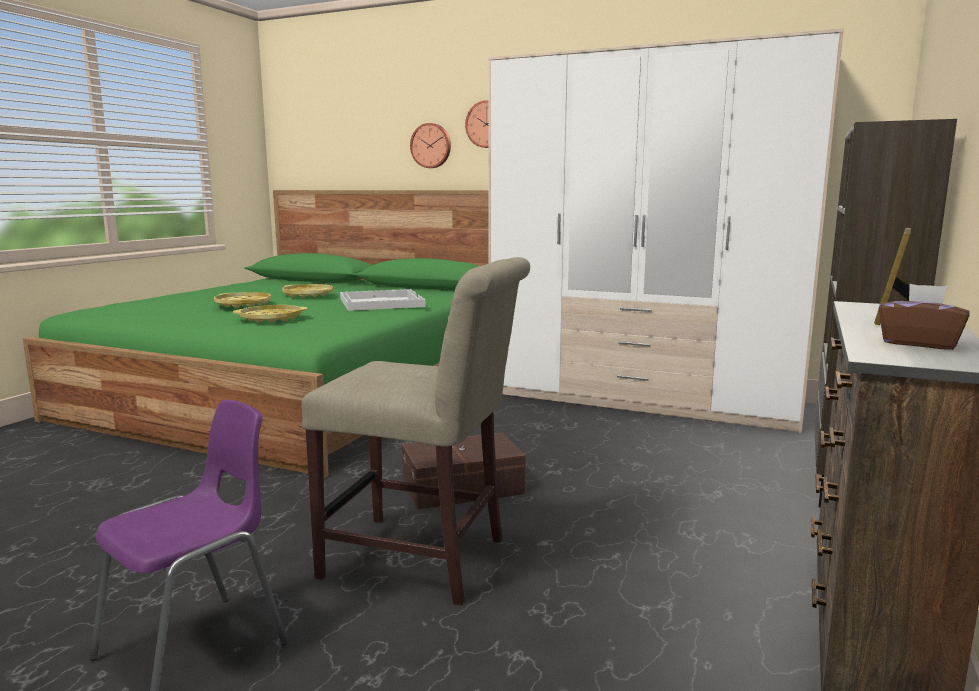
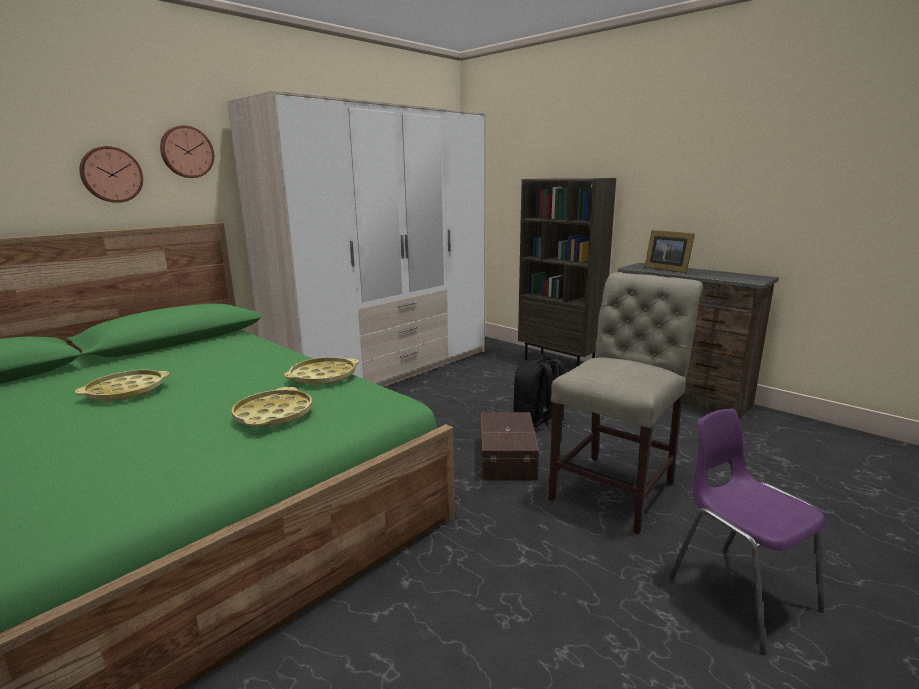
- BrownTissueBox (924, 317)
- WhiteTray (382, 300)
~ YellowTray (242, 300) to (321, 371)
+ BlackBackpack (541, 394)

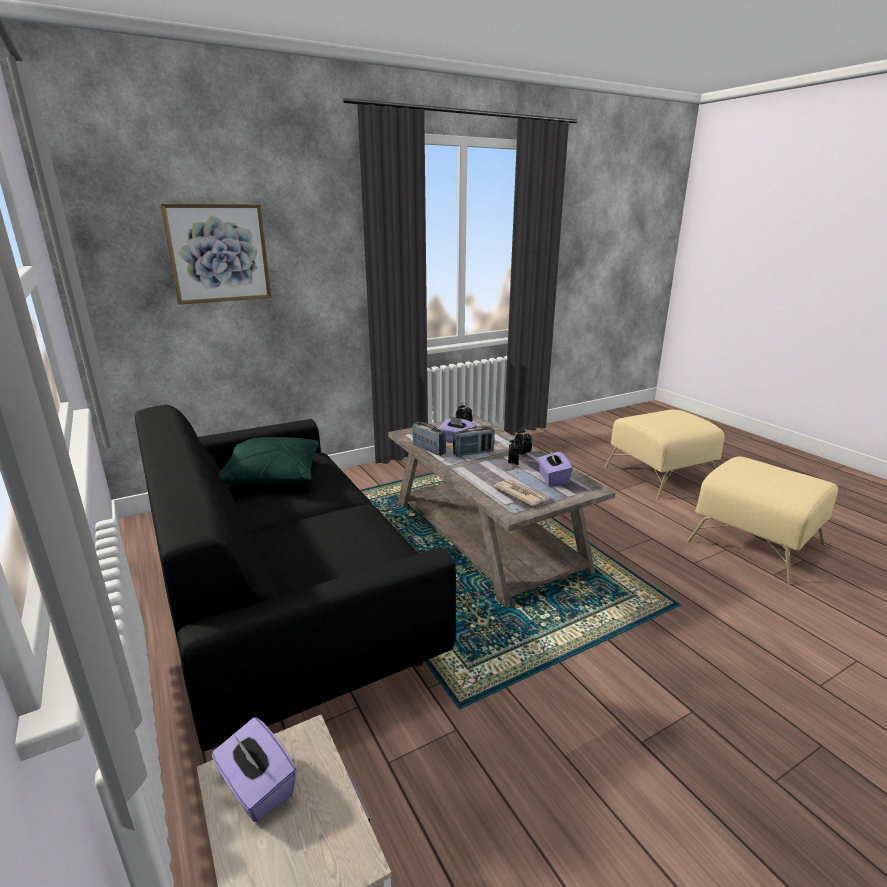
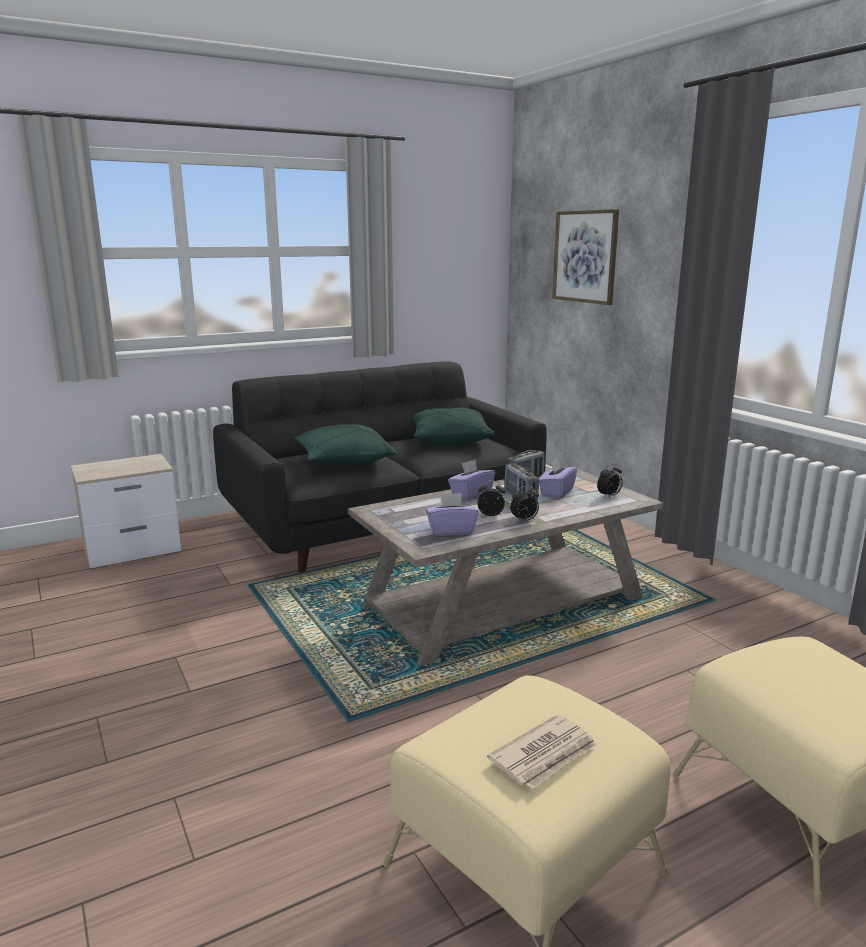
~ Newspaper (521, 492) to (542, 751)
~ PurpleTissueBox (254, 769) to (471, 479)
+ GreenPillow (345, 444)

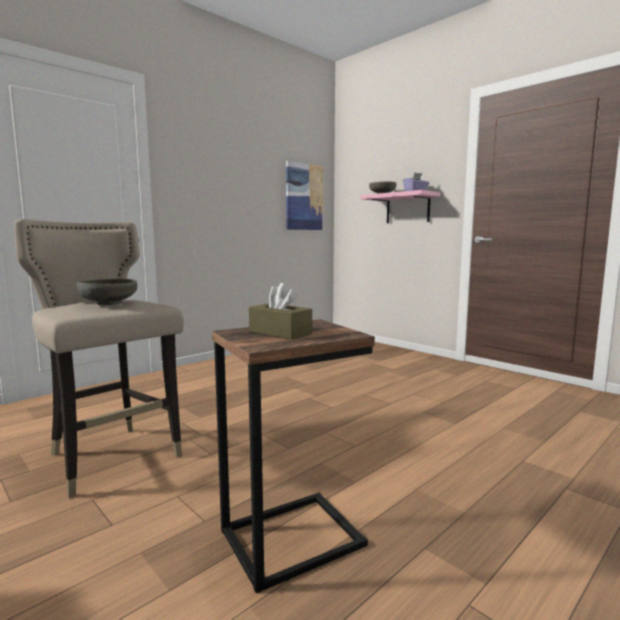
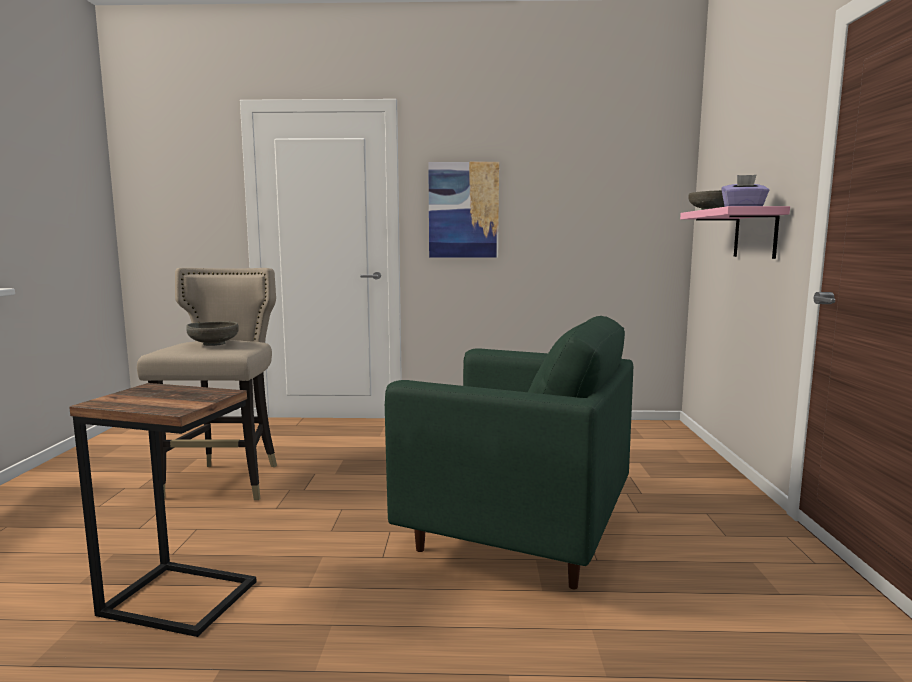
~ Picture (304, 195) to (463, 210)
- BrownTissueBox (280, 311)
+ GreenArmchair (509, 452)

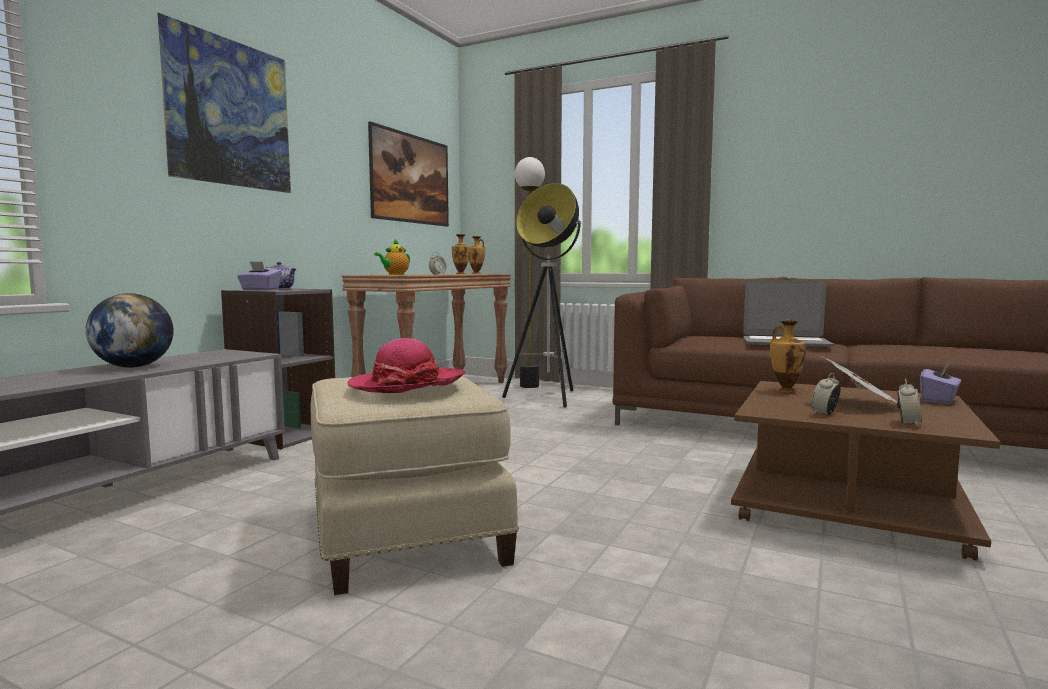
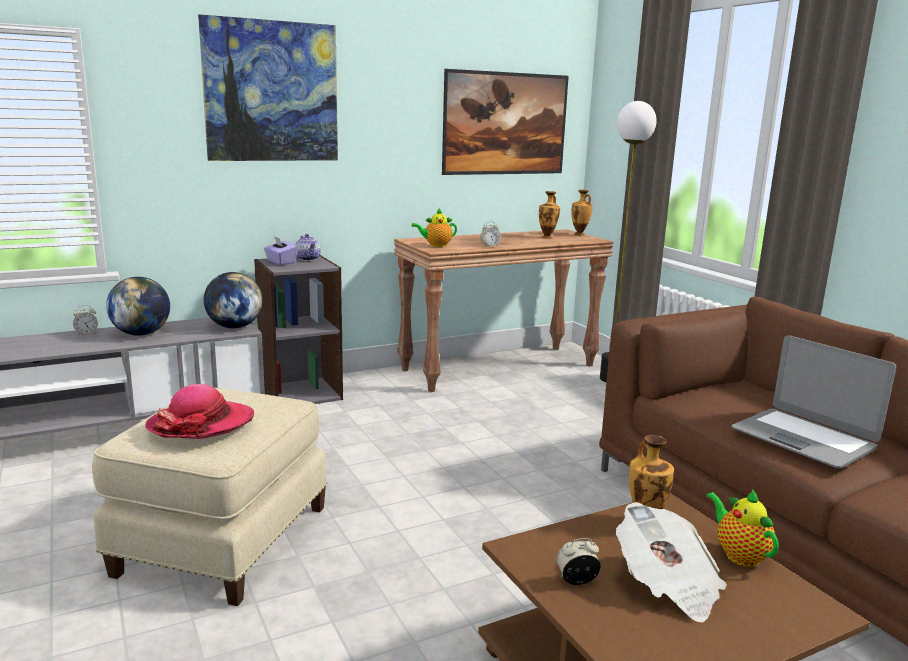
- FloorLamp (541, 295)
- PurpleTissueBox (940, 383)
~ AlarmClock (909, 402) to (85, 320)
+ Globe (233, 300)
+ Teapot (742, 528)

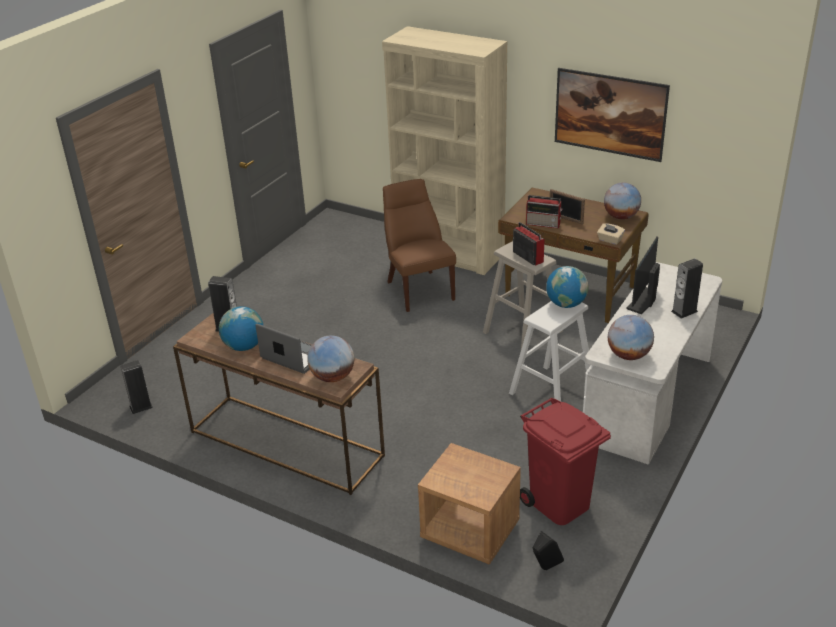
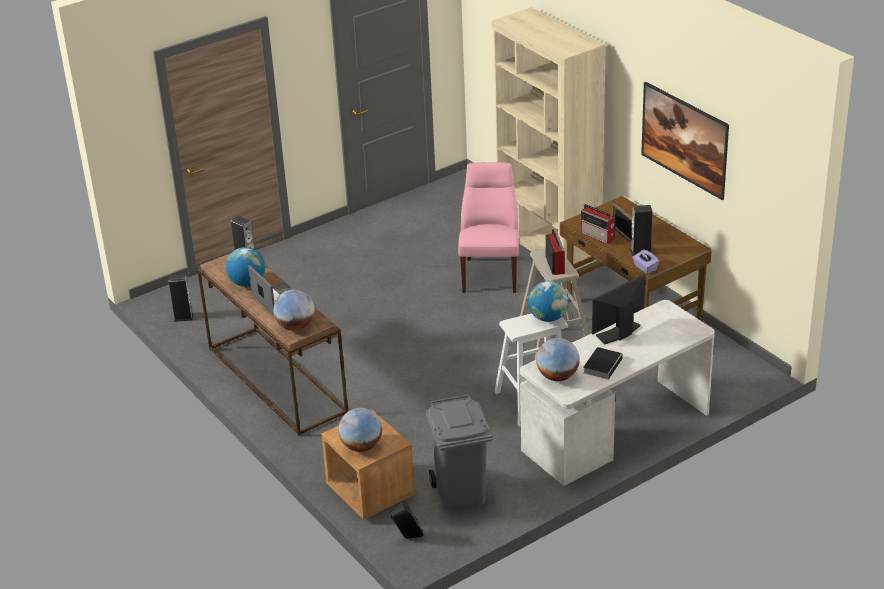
~ BrownChair (419, 245) to PinkChair (488, 227)
~ Globe (622, 200) to (360, 430)
~ BeigeTissueBox (611, 234) to PurpleTissueBox (645, 262)
~ Speaker (687, 288) to (641, 230)
~ RedTrashCan (565, 461) to GreyTrashCan (459, 452)
+ Book (603, 363)

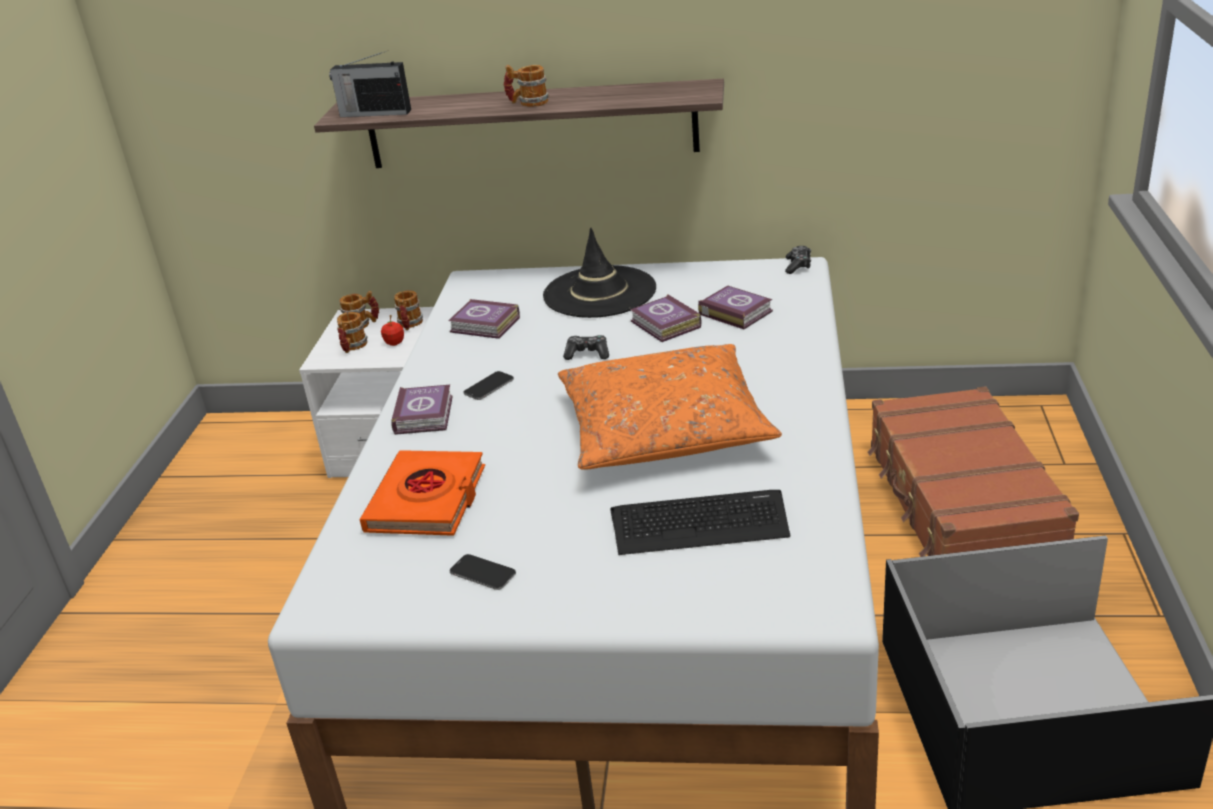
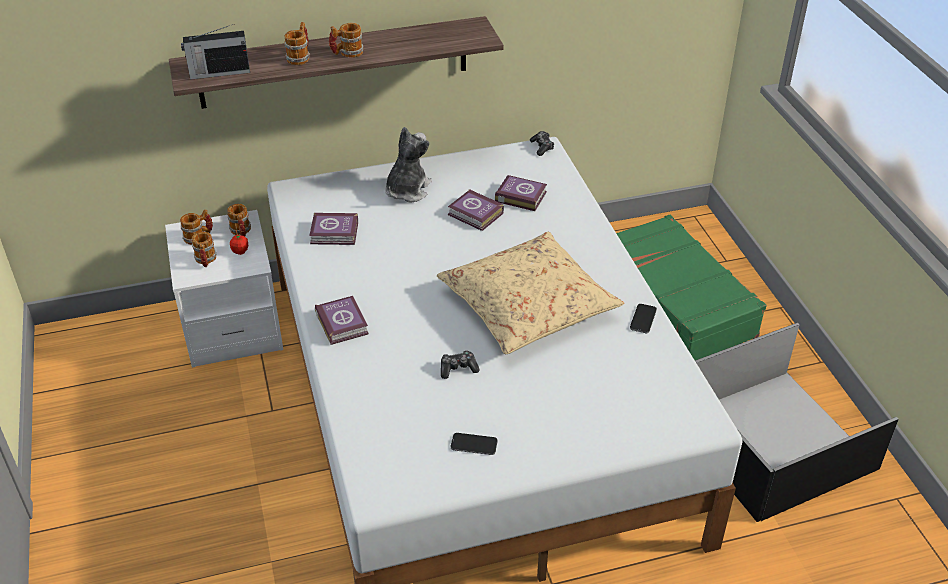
~ BlackHat (599, 273) to PlushToy (408, 165)
~ GameController (586, 347) to (460, 364)
~ OrangePillow (670, 407) to BeigePillow (530, 293)
~ Phone (488, 385) to (643, 318)
~ BrownSuitcase (973, 472) to GreenSuitcase (691, 287)
- OrangeBook (422, 493)
- Keyboard (700, 522)
+ Mug (297, 43)

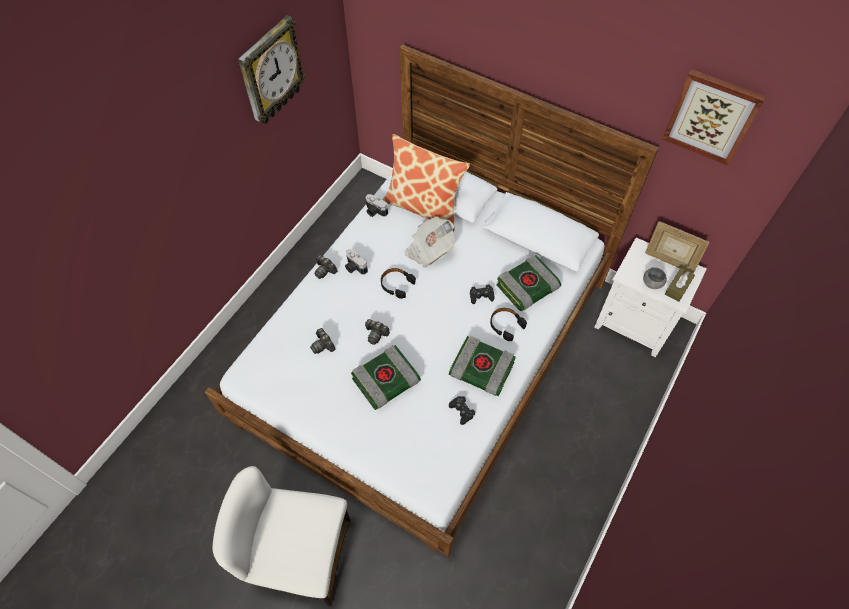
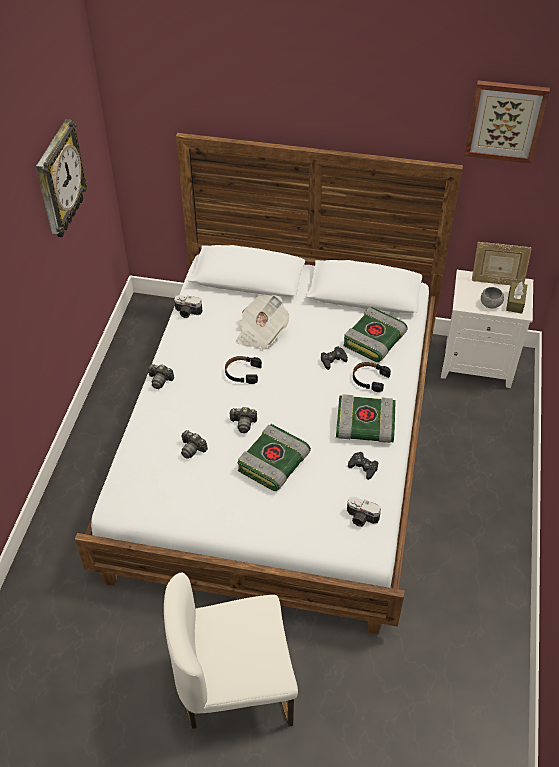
- Pillow (426, 183)
~ PhotoCamera (356, 262) to (364, 512)

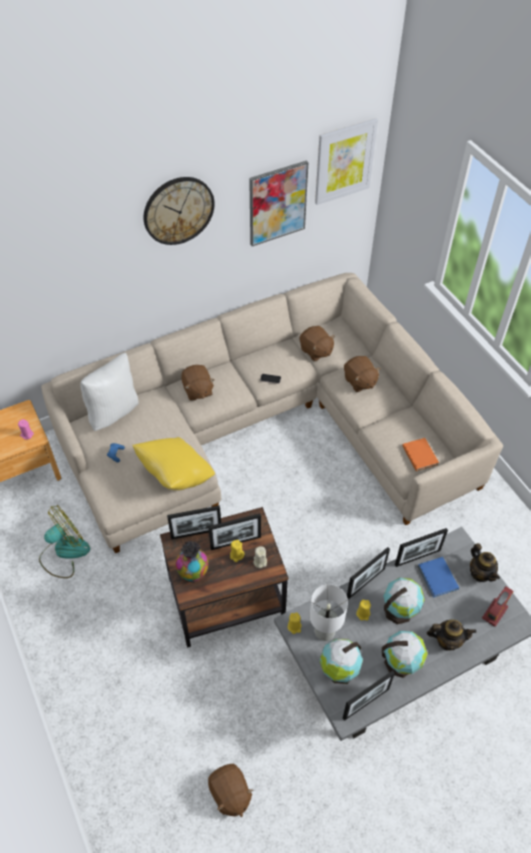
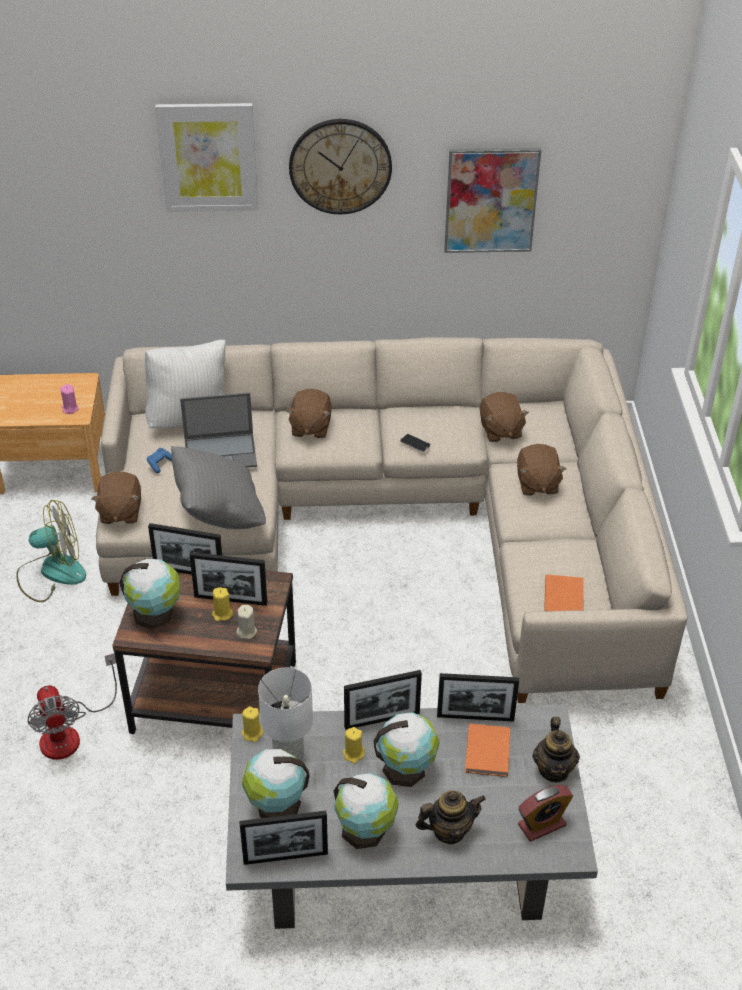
~ Picture (346, 161) to (206, 157)
~ YellowPillow (173, 464) to GreyPillow (218, 487)
~ Vase (192, 561) to Globe (149, 594)
~ BlueBook (438, 577) to OrangeBook (487, 750)
~ Teapot (451, 635) = (451, 817) 45 degrees counterclockwise
~ BrownPlushToy (230, 790) to (116, 497)
+ Laptop (218, 430)
+ Fan (72, 706)

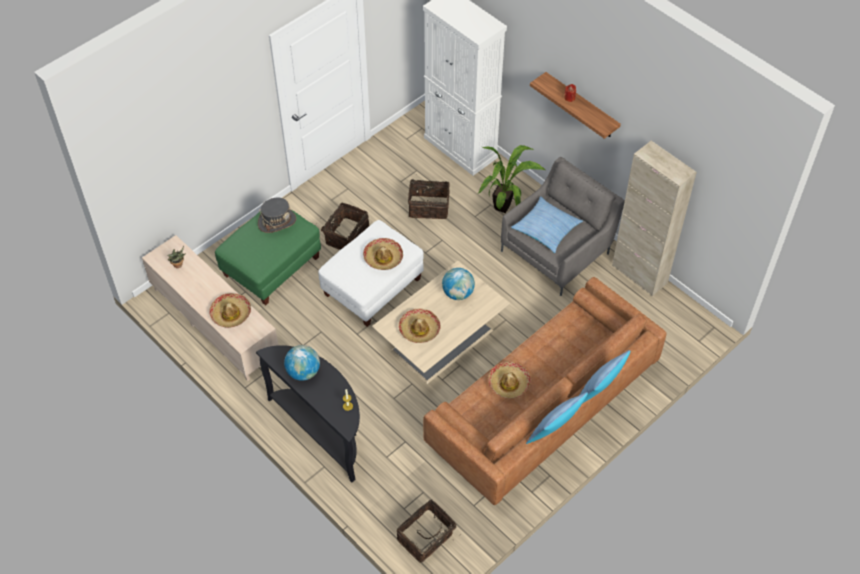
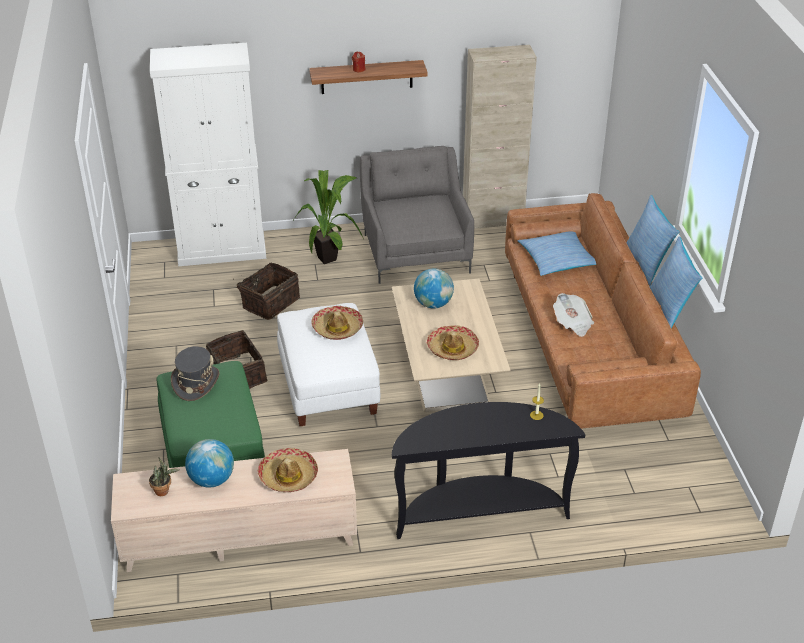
~ Pillow (547, 224) to (557, 253)
~ Globe (302, 363) to (209, 463)
~ Hat (509, 380) to Newspaper (573, 315)
- Basket (428, 531)

